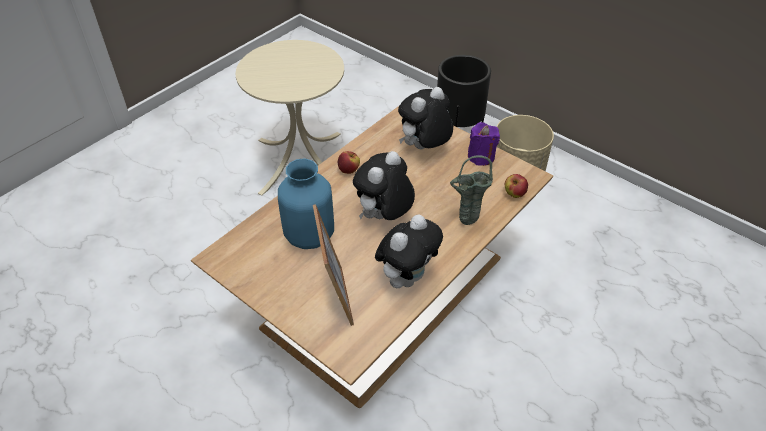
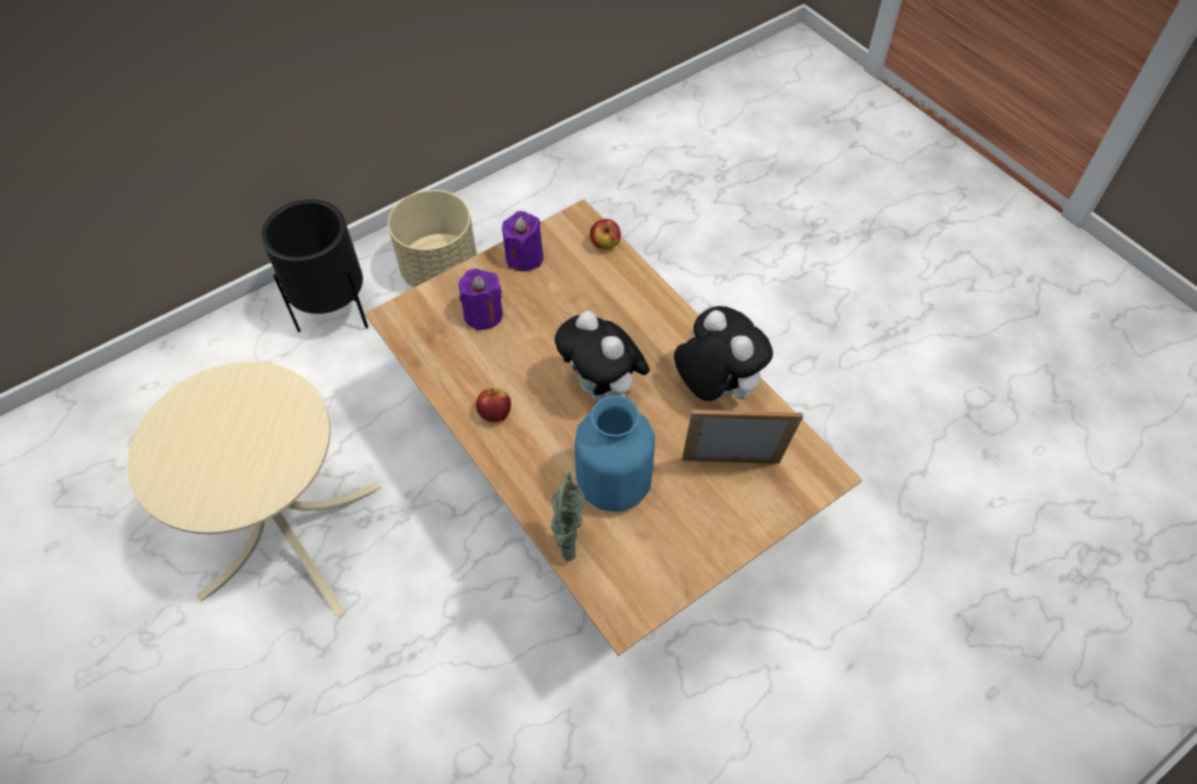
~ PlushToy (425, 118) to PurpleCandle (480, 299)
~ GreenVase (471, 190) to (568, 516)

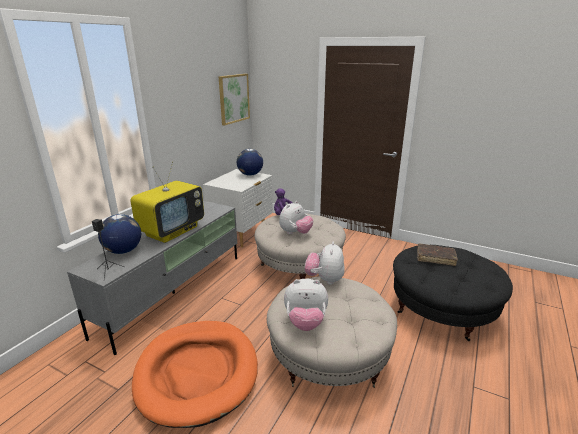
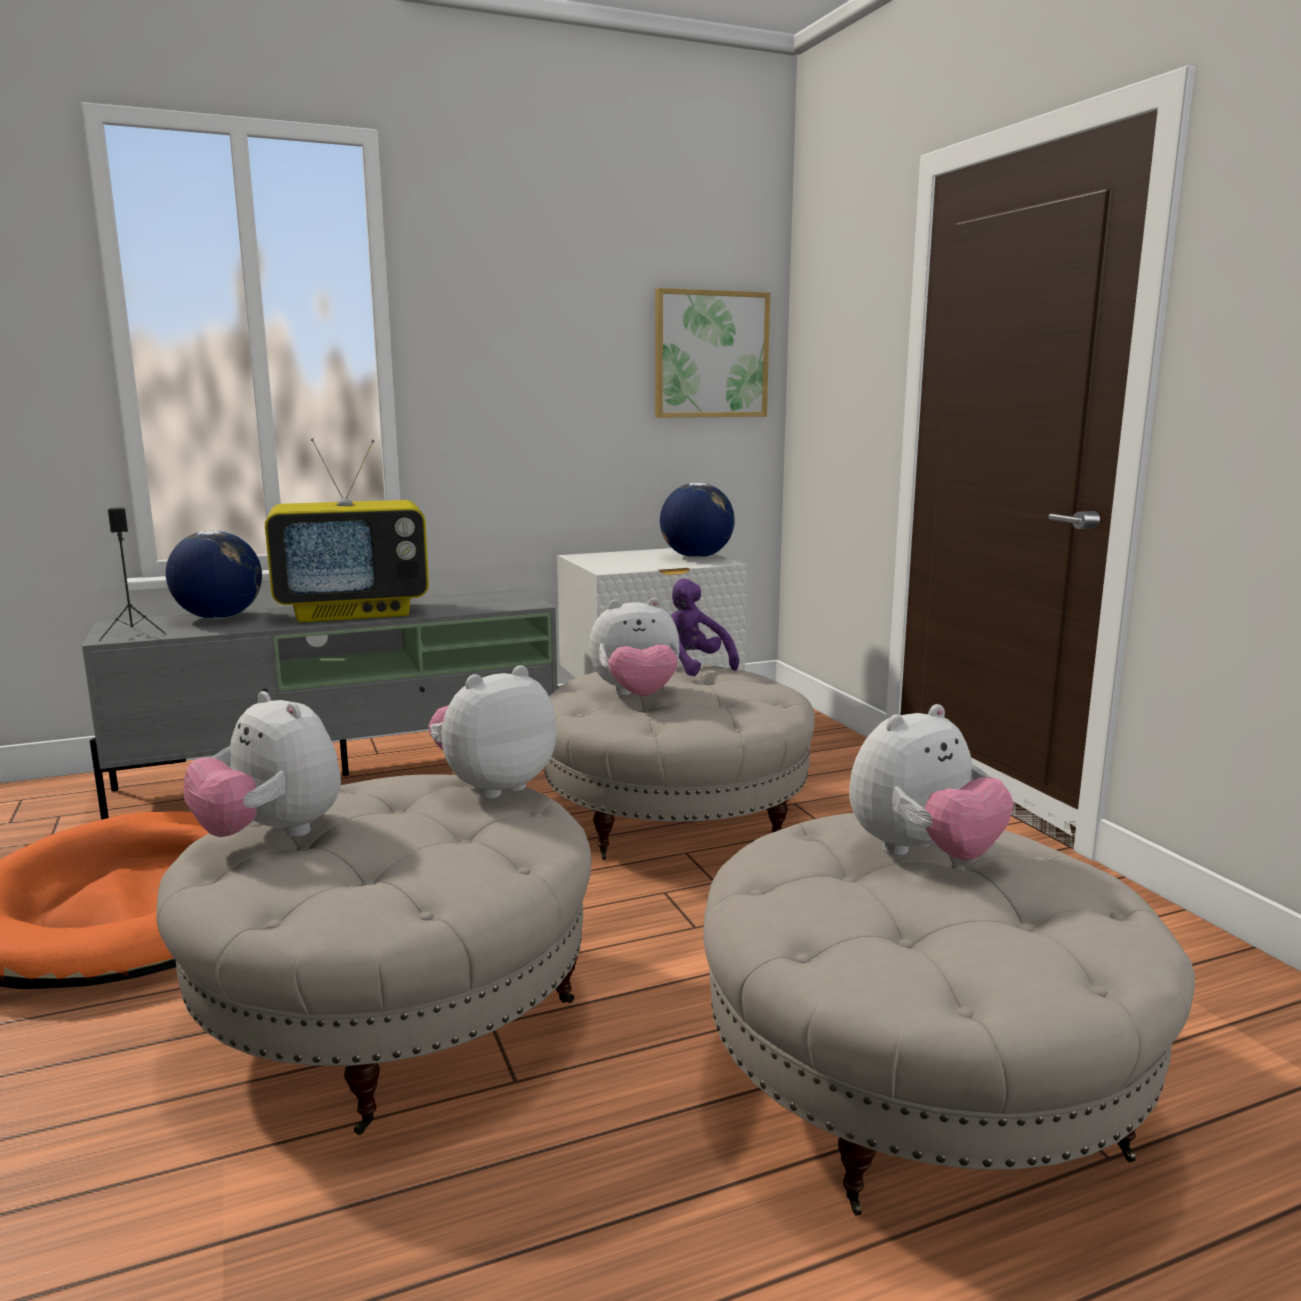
~ BrownBook (437, 254) to PlushToy (931, 782)
~ BlackOttoman (453, 293) to BeigeOttoman (949, 1014)

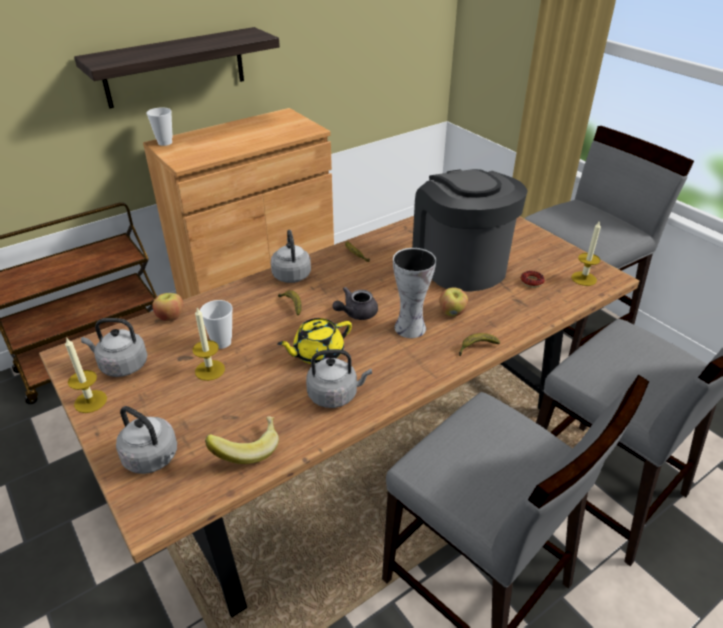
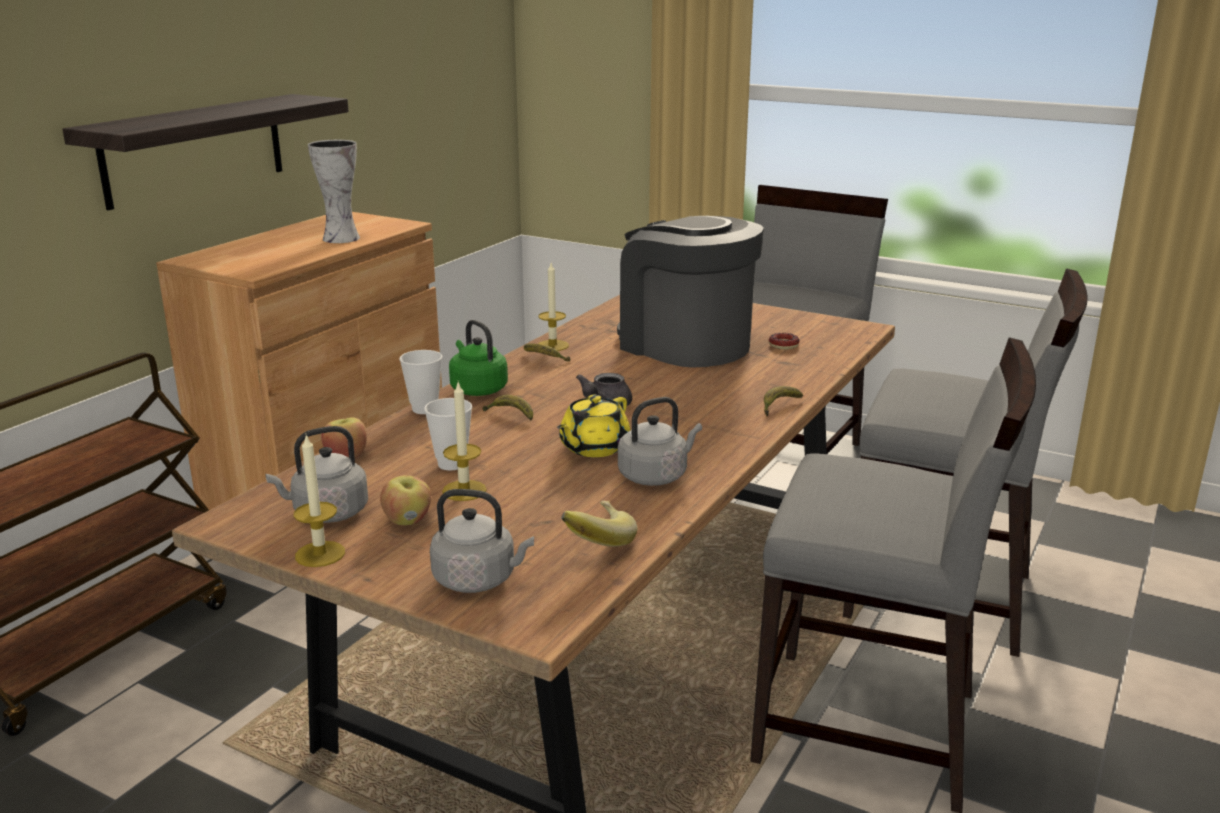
~ Cup (159, 126) to (421, 382)
~ Candle (586, 253) to (553, 307)
~ GreyKettle (291, 256) to GreenKettle (478, 358)
~ Vase (414, 293) to (334, 191)
~ Apple (453, 301) to (405, 500)

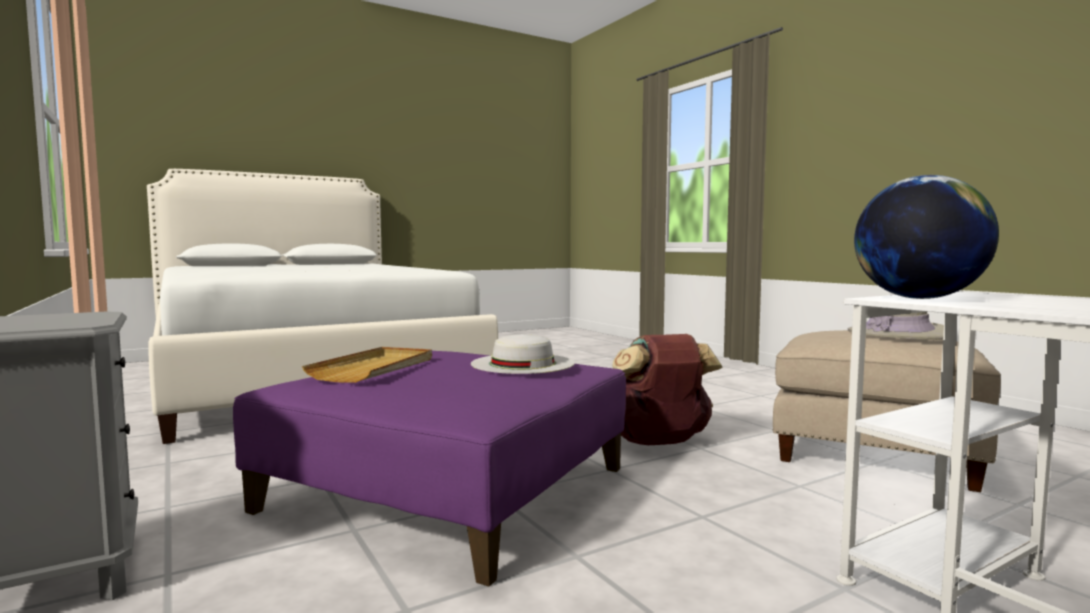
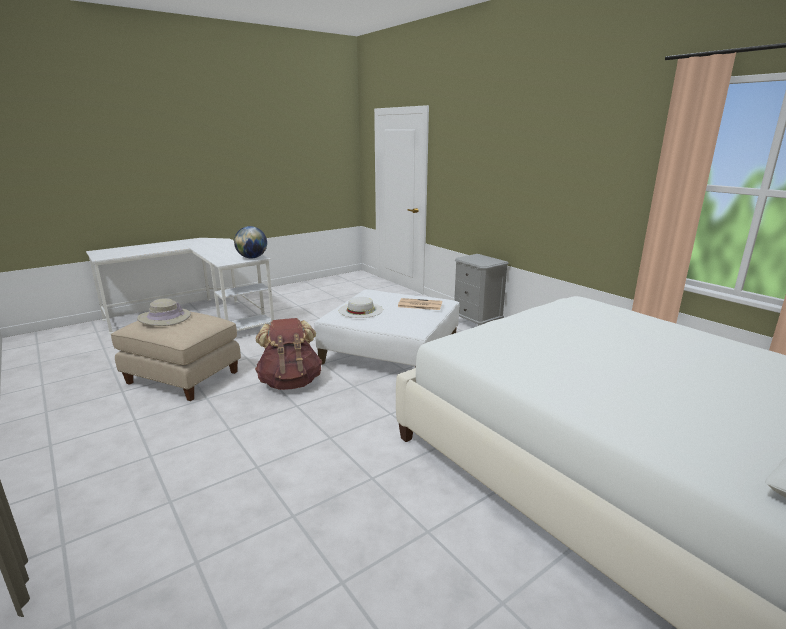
~ BeigeTray (367, 365) to Newspaper (420, 304)
~ PurpleOttoman (429, 469) to WhiteOttoman (387, 328)

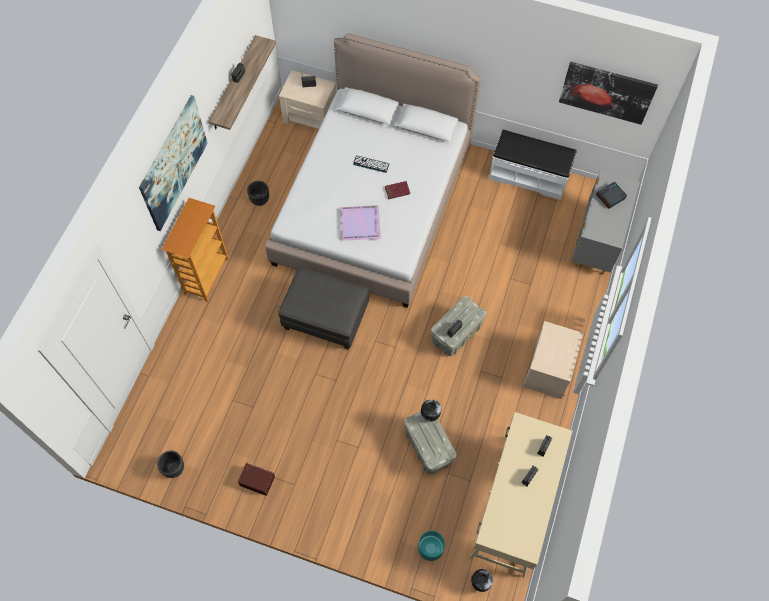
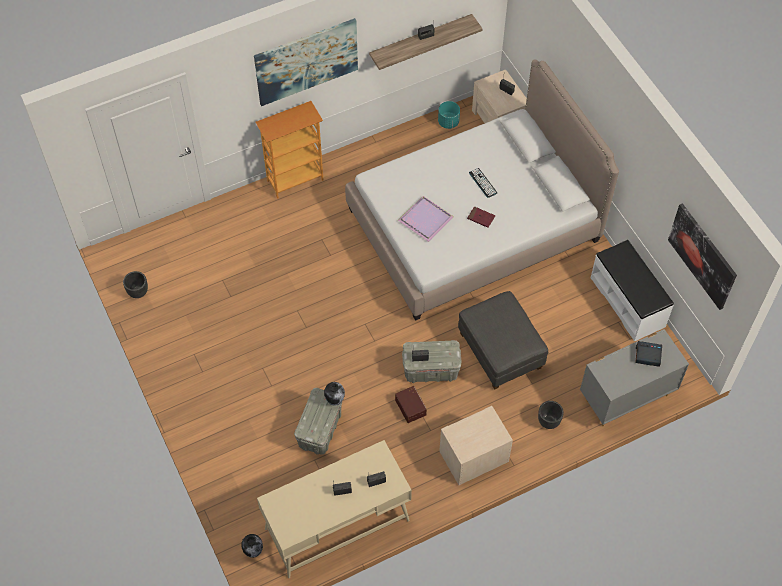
~ BlackPlanter (258, 193) to (551, 415)
~ GreyOttoman (323, 308) to (503, 340)
~ BrownStorageBox (256, 479) to (411, 404)
~ TurquoisePlanter (431, 546) to (449, 115)

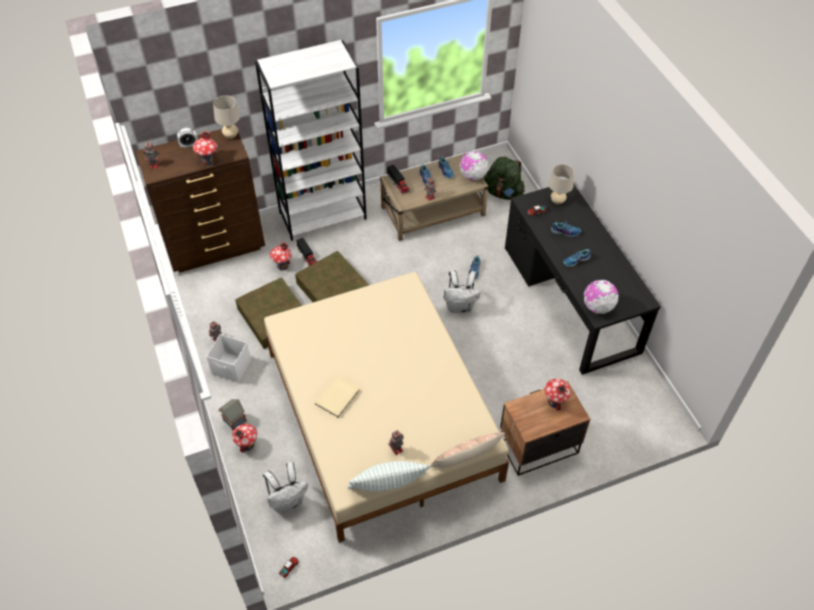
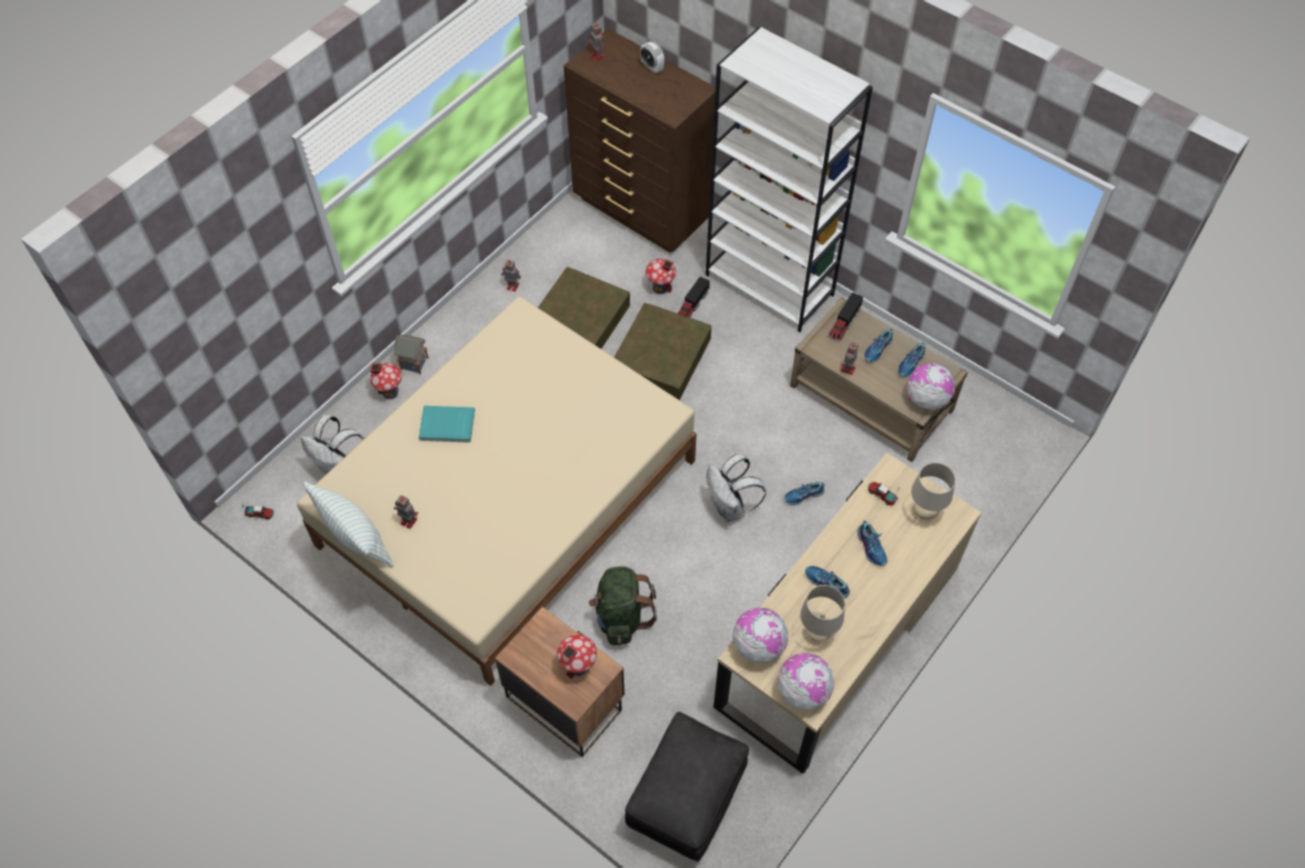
~ BeigeTableLamp (226, 117) to (822, 613)
- ToyHouse (205, 148)
~ GreenBackpack (504, 178) to (623, 605)
~ BlackDesk (583, 280) to BeigeDesk (847, 613)
- WhiteStorageBox (228, 358)
~ BeigeBook (337, 397) to TurquoiseBook (447, 424)
- Pillow (467, 450)
+ Globe (805, 681)
+ BlackOttoman (687, 787)

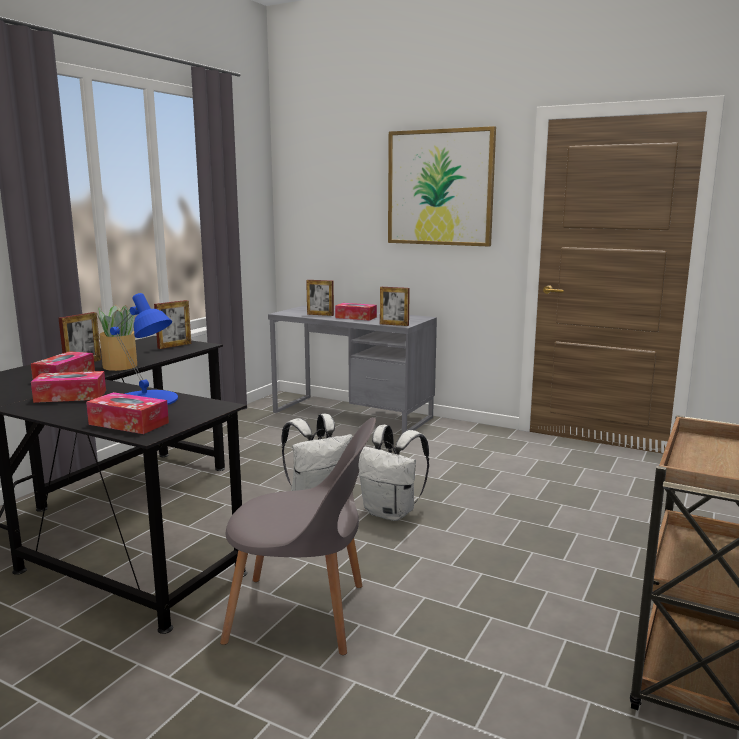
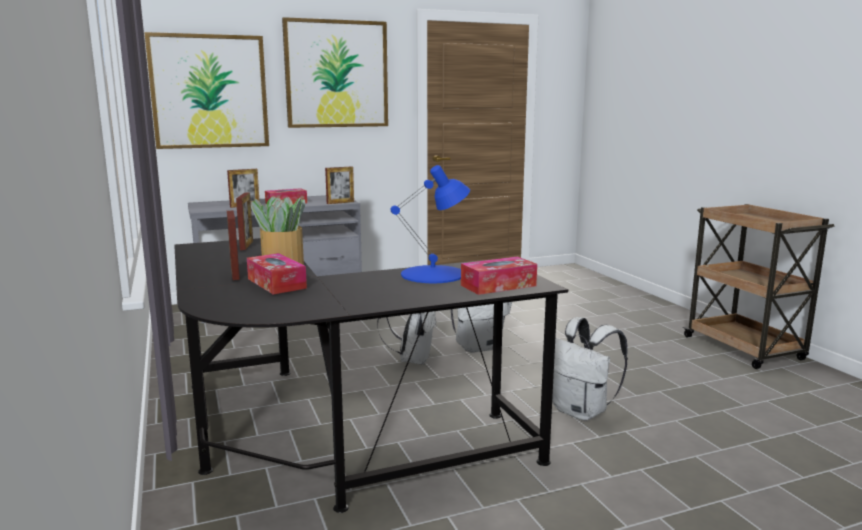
- TissueBox (68, 387)
~ GreyChair (298, 536) to WhiteBackpack (585, 369)
+ Picture (206, 90)

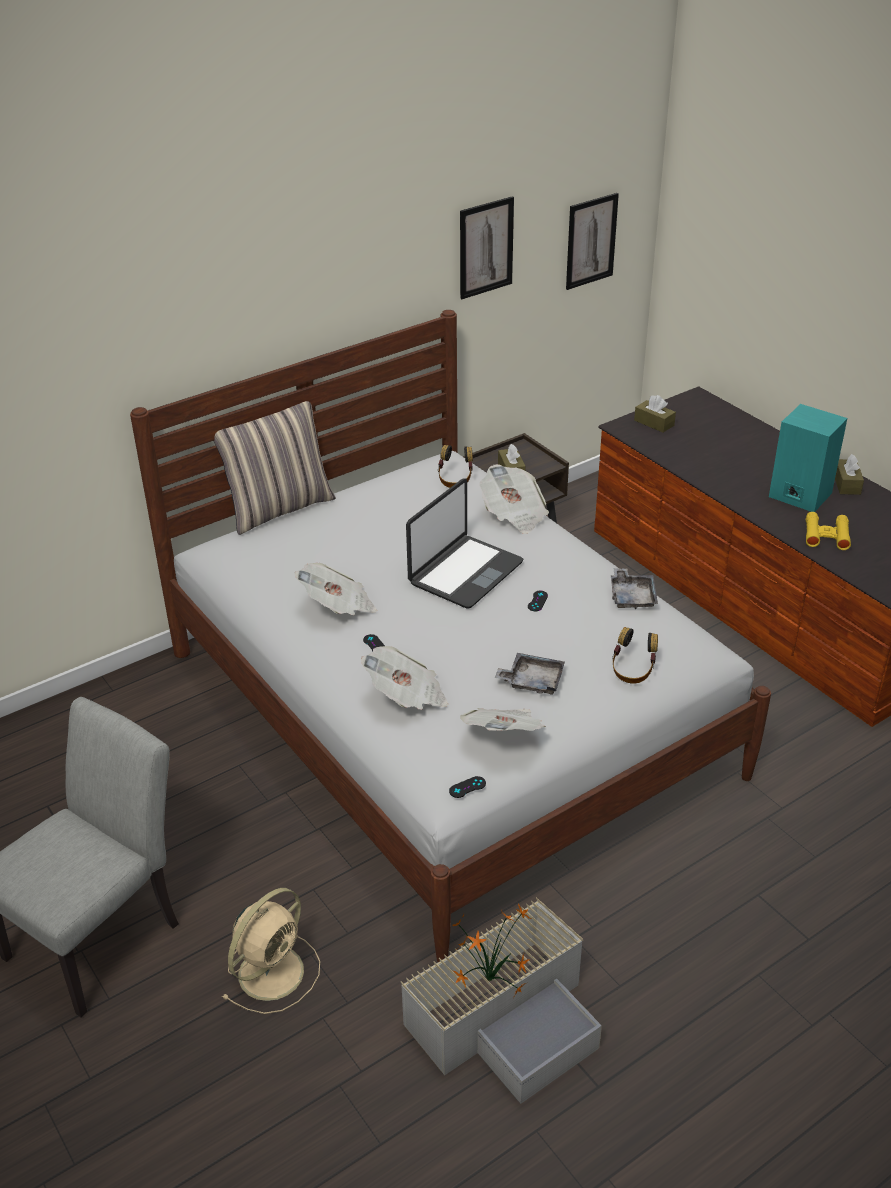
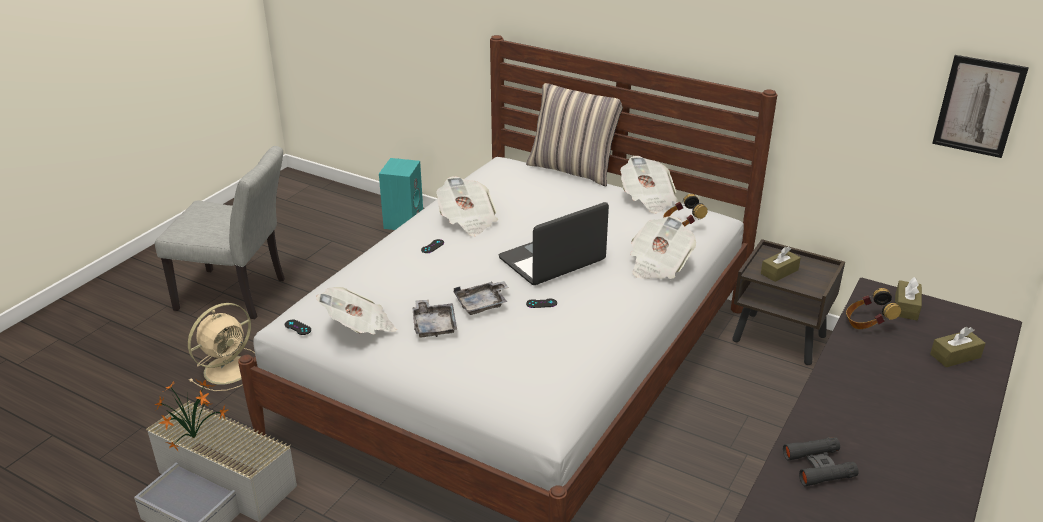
- Picture (487, 247)
~ TurquoiseSpeaker (808, 458) to (401, 194)
~ BrownTissueBox (849, 474) to (958, 347)
~ Laptop (464, 543) = (554, 243) 135 degrees clockwise
~ YellowBinoculars (828, 531) to BlackBinoculars (820, 461)
~ GreyTray (634, 588) to (481, 298)
~ Headphones (635, 655) to (873, 308)
~ Newspaper (405, 678) to (649, 185)
~ BeigeFan (271, 951) = (221, 347) 60 degrees counterclockwise

